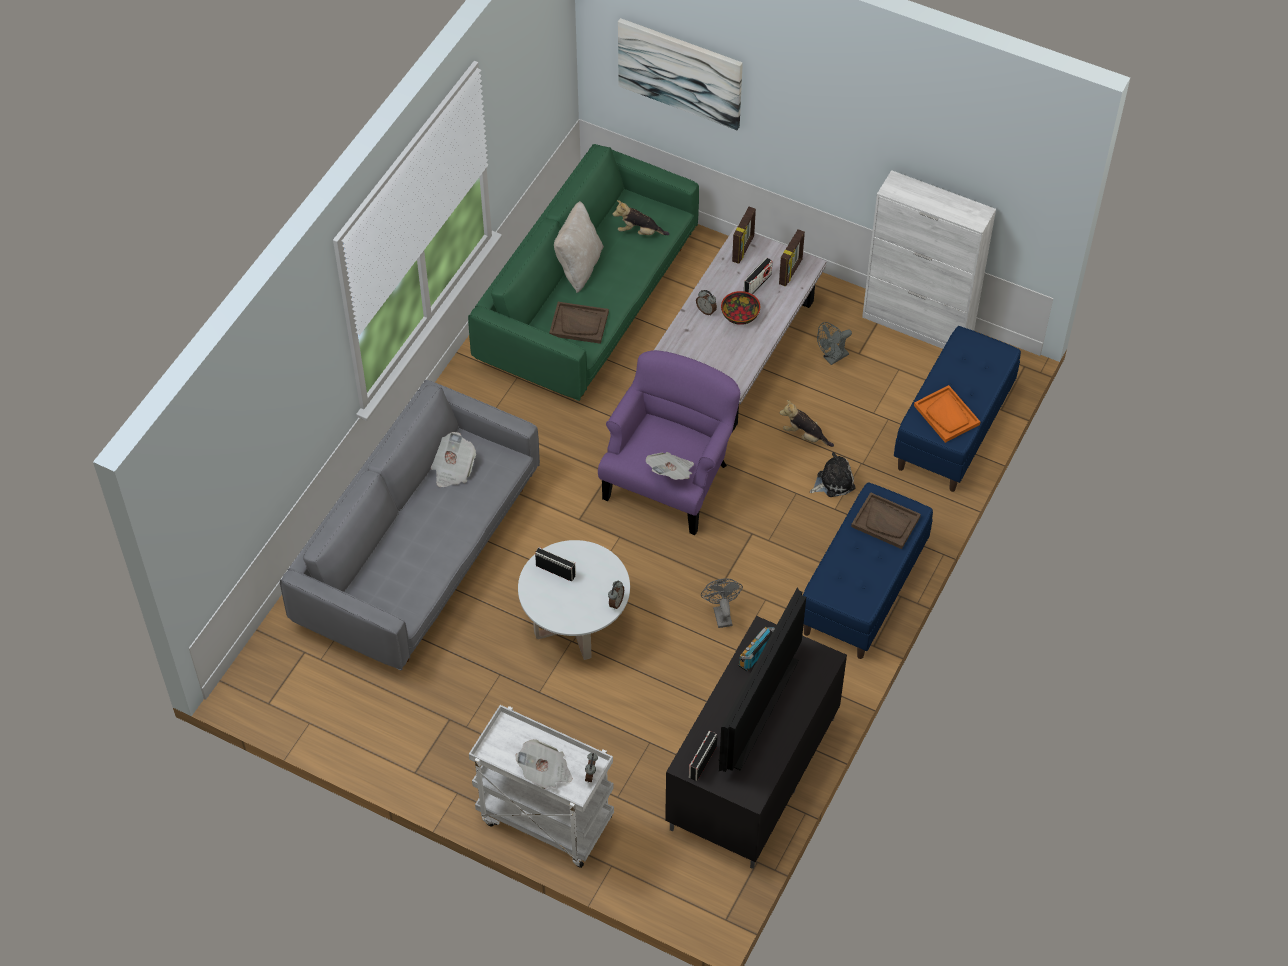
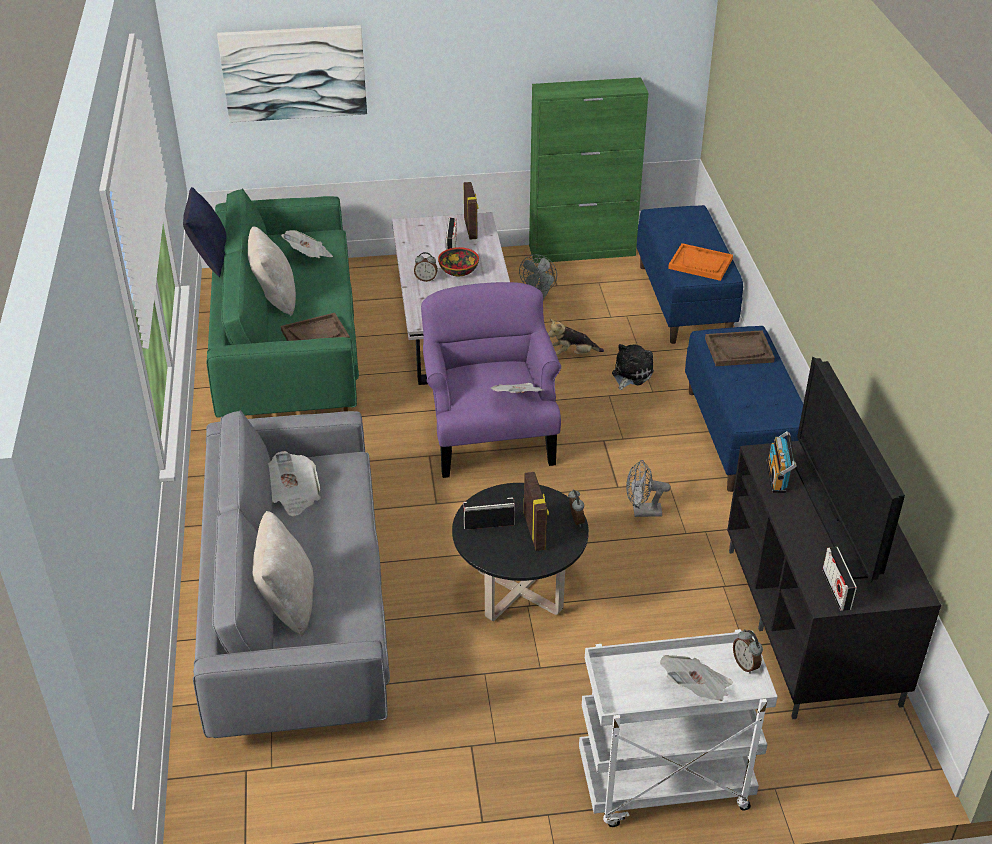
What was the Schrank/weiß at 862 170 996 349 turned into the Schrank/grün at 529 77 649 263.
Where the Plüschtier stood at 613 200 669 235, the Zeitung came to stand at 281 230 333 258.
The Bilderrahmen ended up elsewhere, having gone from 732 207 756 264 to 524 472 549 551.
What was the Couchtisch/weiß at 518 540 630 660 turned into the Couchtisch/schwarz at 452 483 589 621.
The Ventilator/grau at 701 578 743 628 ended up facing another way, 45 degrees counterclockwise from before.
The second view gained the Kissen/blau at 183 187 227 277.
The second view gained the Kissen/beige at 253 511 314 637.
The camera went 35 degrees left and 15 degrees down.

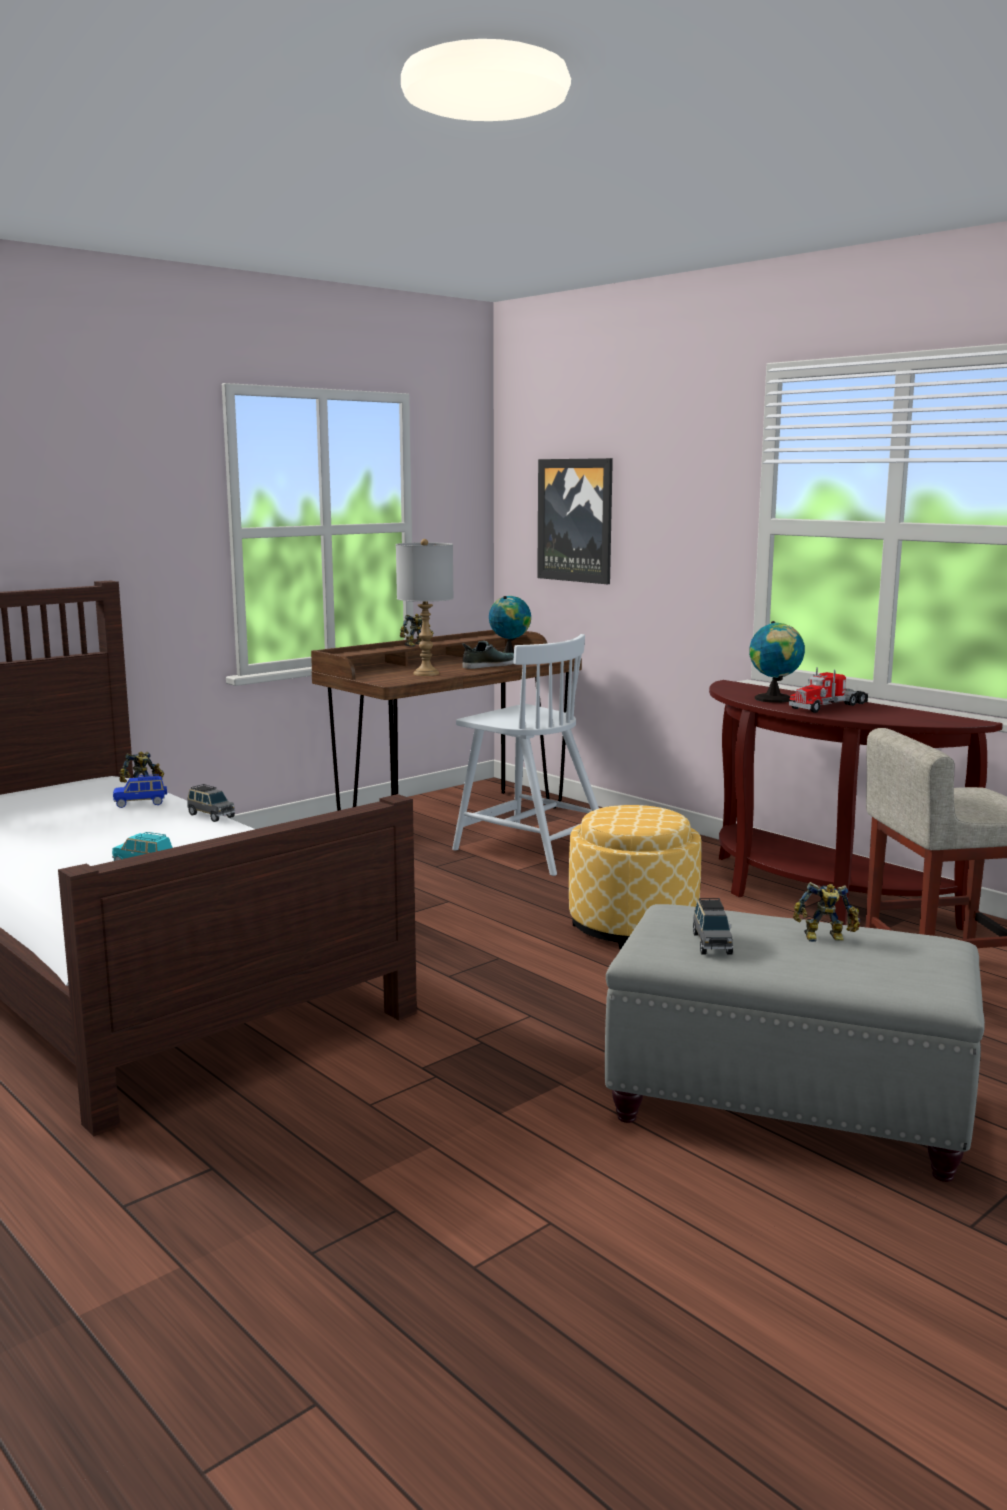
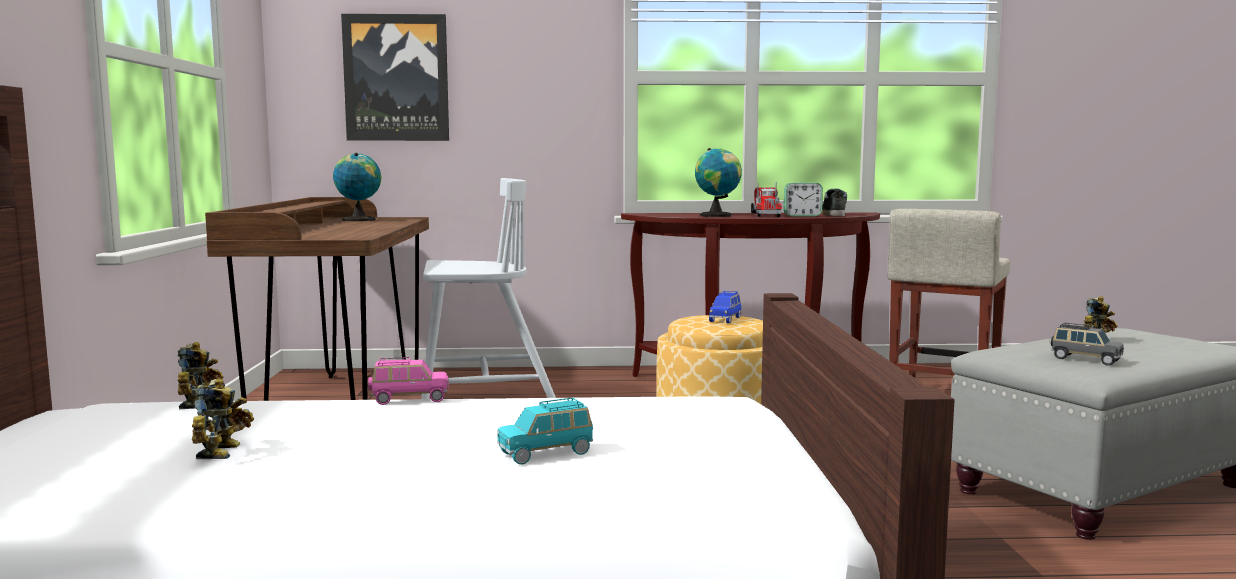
The second view lost the Tischlampe/grau at 396 539 454 676.
The Spielzeugroboter ended up elsewhere, having gone from 400 614 434 647 to 192 378 254 459.
The Schuh ended up elsewhere, having gone from 462 641 514 669 to 821 188 847 216.
The Spielzeugauto/blau ended up elsewhere, having gone from 113 774 167 808 to 709 291 741 323.
What was the Spielzeugauto/grau at 187 784 235 822 turned into the Spielzeugauto/rosa at 368 357 448 405.
The second view gained the Wecker at 784 182 823 217.
The camera went 50 degrees left and 5 degrees down.

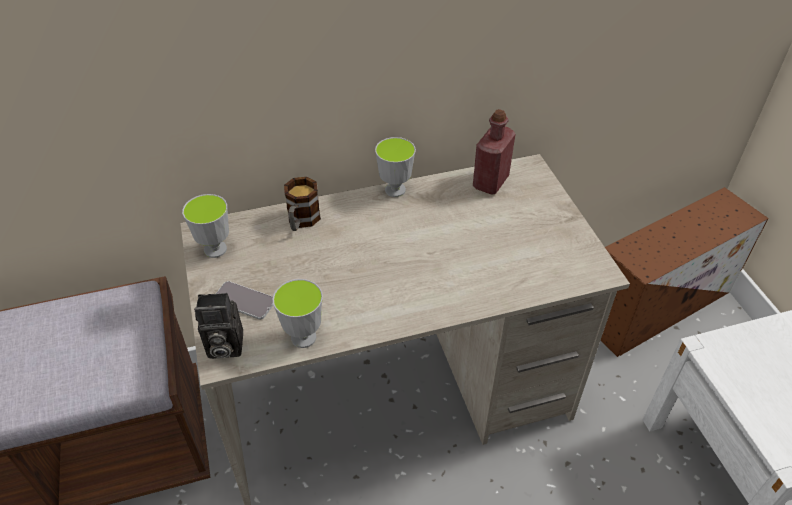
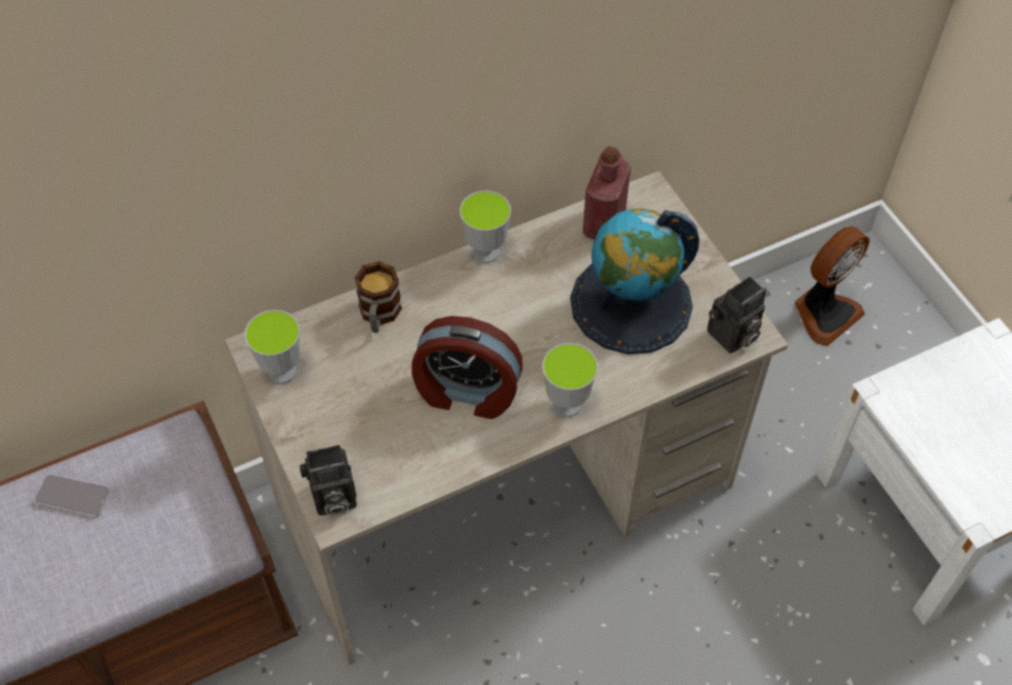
Where the Aufbewahrungsbox/braun stood at 601 187 768 357, the Ventilator came to stand at 795 226 869 346.
The Tasse ended up elsewhere, having gone from 273 279 323 348 to 542 343 598 417.
The Handy ended up elsewhere, having gone from 216 281 273 320 to 34 474 110 517.
The second view gained the Globus at 570 208 699 354.
The second view gained the Kamera at 707 276 767 354.
The second view gained the Wecker at 412 316 523 419.
The camera went 10 degrees left and 10 degrees up.

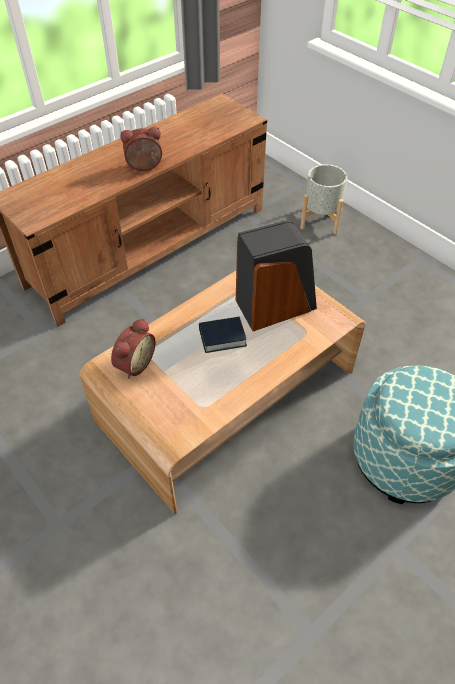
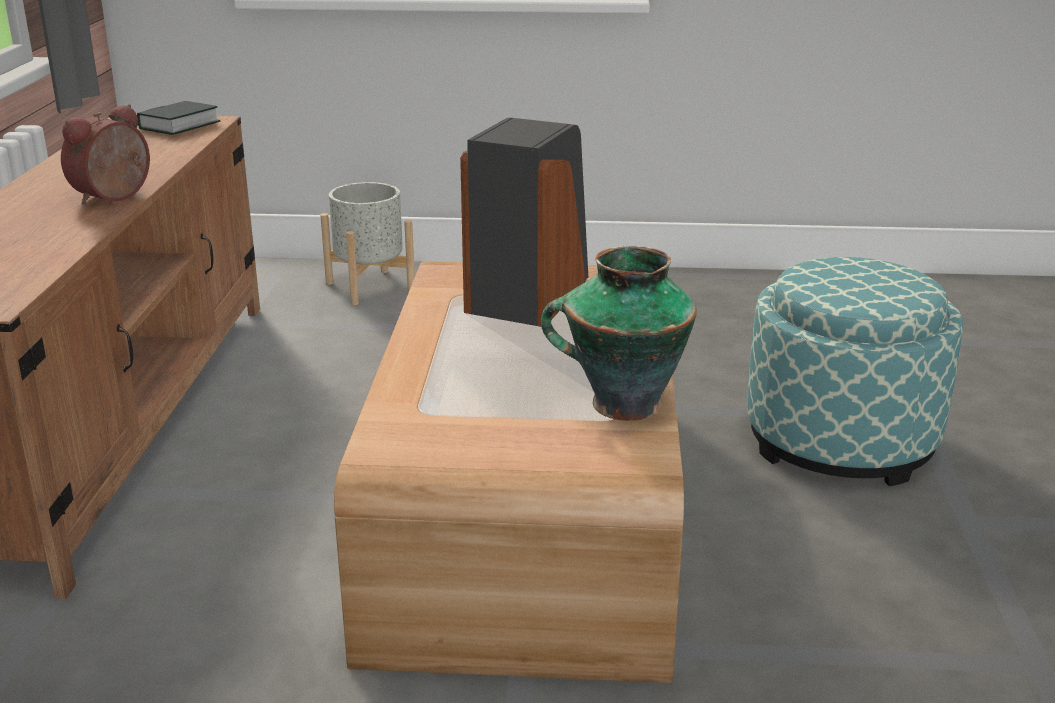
The Buch ended up elsewhere, having gone from 199 317 247 353 to 137 101 221 135.
The second view lost the Wecker at 111 318 155 379.
The second view gained the Vase at 541 246 697 421.
The camera went 45 degrees left and 25 degrees down.

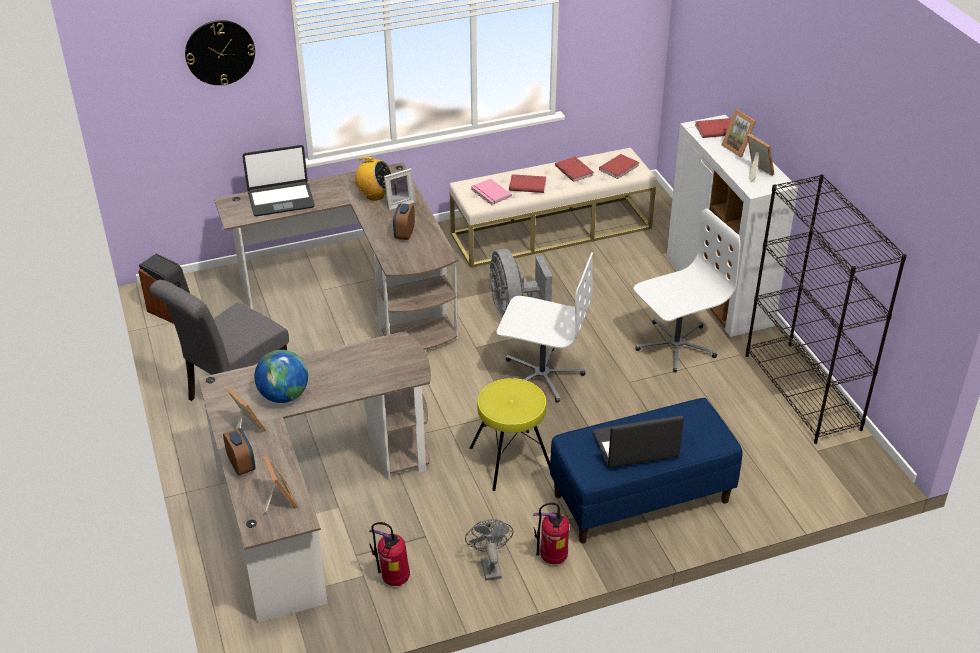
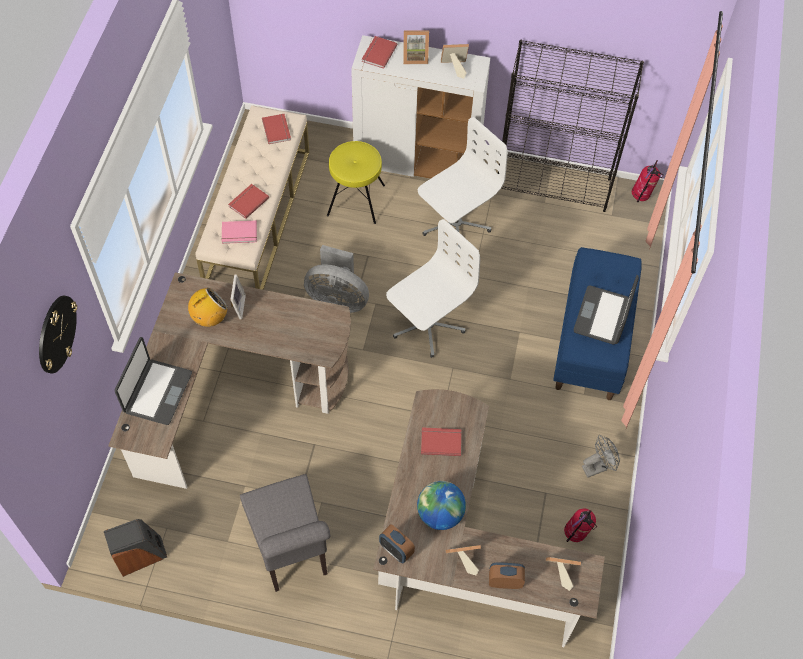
The Buch/rot ended up elsewhere, having gone from 555 157 594 182 to 421 427 462 456.
The Wecker ended up elsewhere, having gone from 393 203 415 240 to 379 524 415 563.
The Bürostuhl/weiß at 634 208 740 373 ended up facing another way, 45 degrees clockwise from before.
The Hocker/gelb ended up elsewhere, having gone from 470 378 550 491 to 327 141 385 224.
The Feuerlöscher ended up elsewhere, having gone from 533 502 569 564 to 632 160 663 202.
The Ventilator/grau at 465 519 513 580 ended up facing another way, 135 degrees clockwise from before.
The camera went 60 degrees left and 20 degrees up.

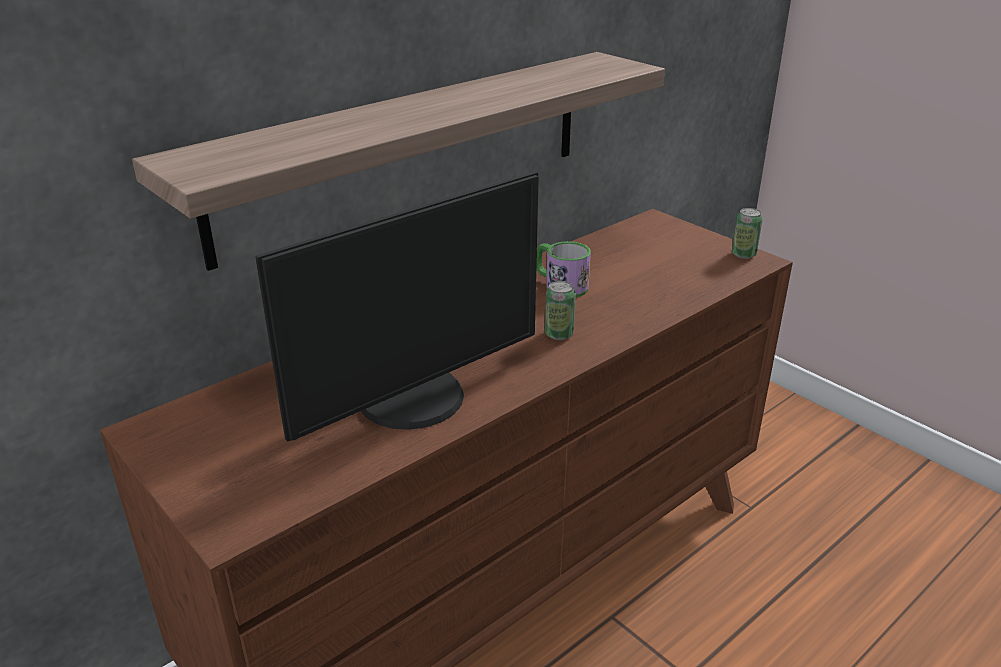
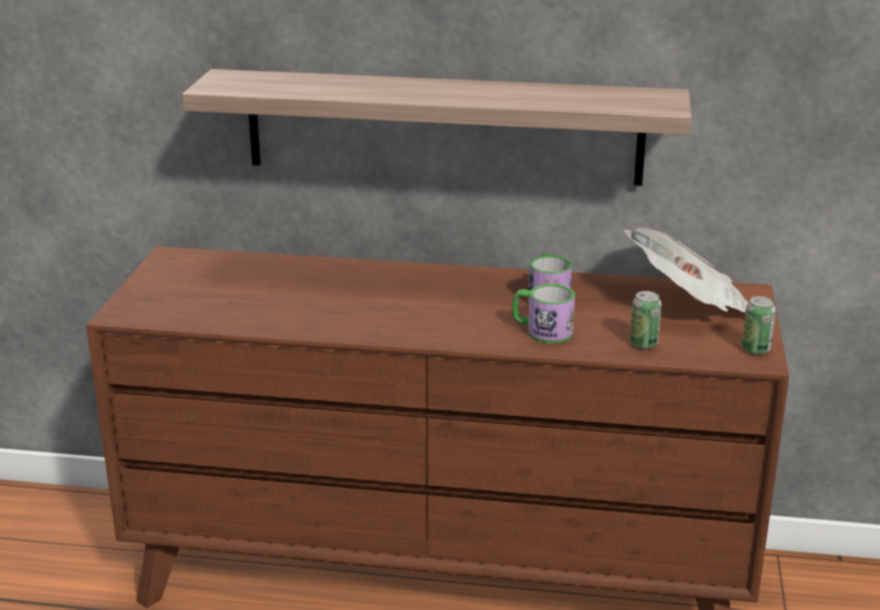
The second view lost the Monitor at 255 172 539 442.
The Dose ended up elsewhere, having gone from 545 281 576 340 to 630 291 662 349.
The second view gained the Zeitung at 624 228 749 313.
The second view gained the Henkelbecher at 512 284 575 343.
The camera went 50 degrees right and 5 degrees down.

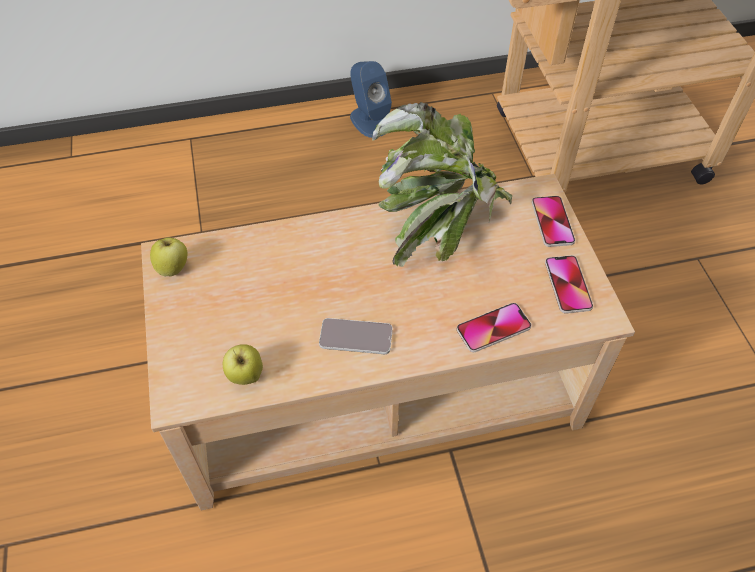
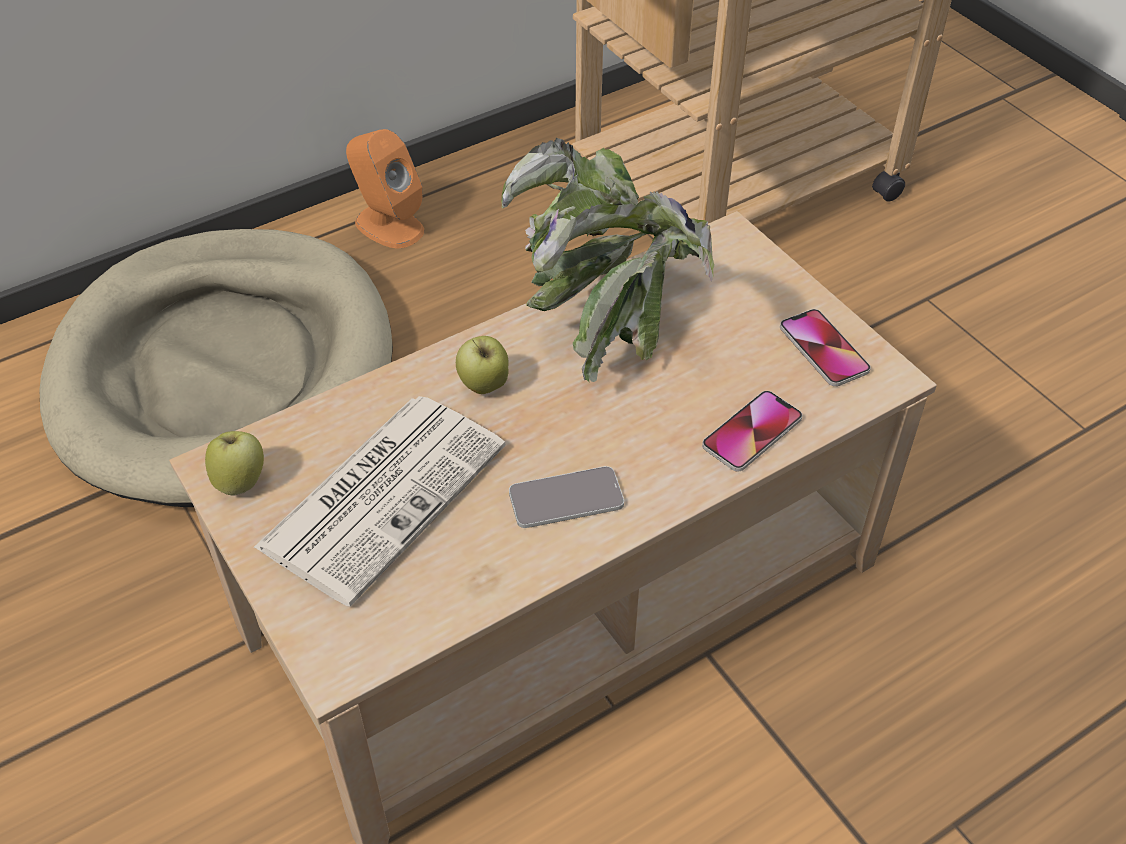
What was the Lautsprecher/blau at 350 61 392 138 turned into the Lautsprecher/orange at 346 129 424 248.
The second view lost the Handy at 532 196 575 247.
The Apfel ended up elsewhere, having gone from 223 344 263 385 to 456 336 509 394.
The second view gained the Hundebett/beige at 40 229 393 507.
The second view gained the Zeitung at 253 396 506 606.
The camera went 20 degrees left and 5 degrees down.

